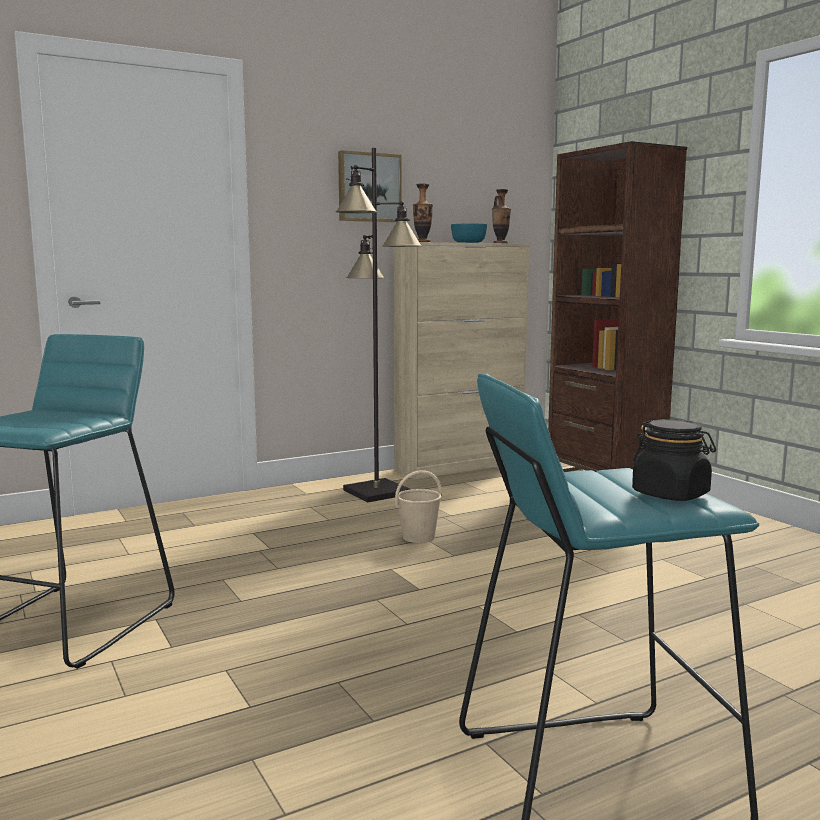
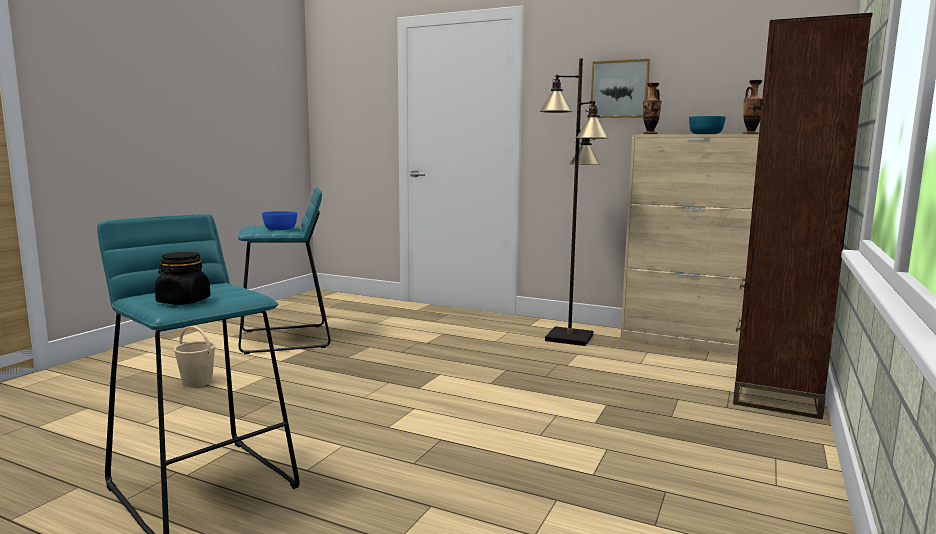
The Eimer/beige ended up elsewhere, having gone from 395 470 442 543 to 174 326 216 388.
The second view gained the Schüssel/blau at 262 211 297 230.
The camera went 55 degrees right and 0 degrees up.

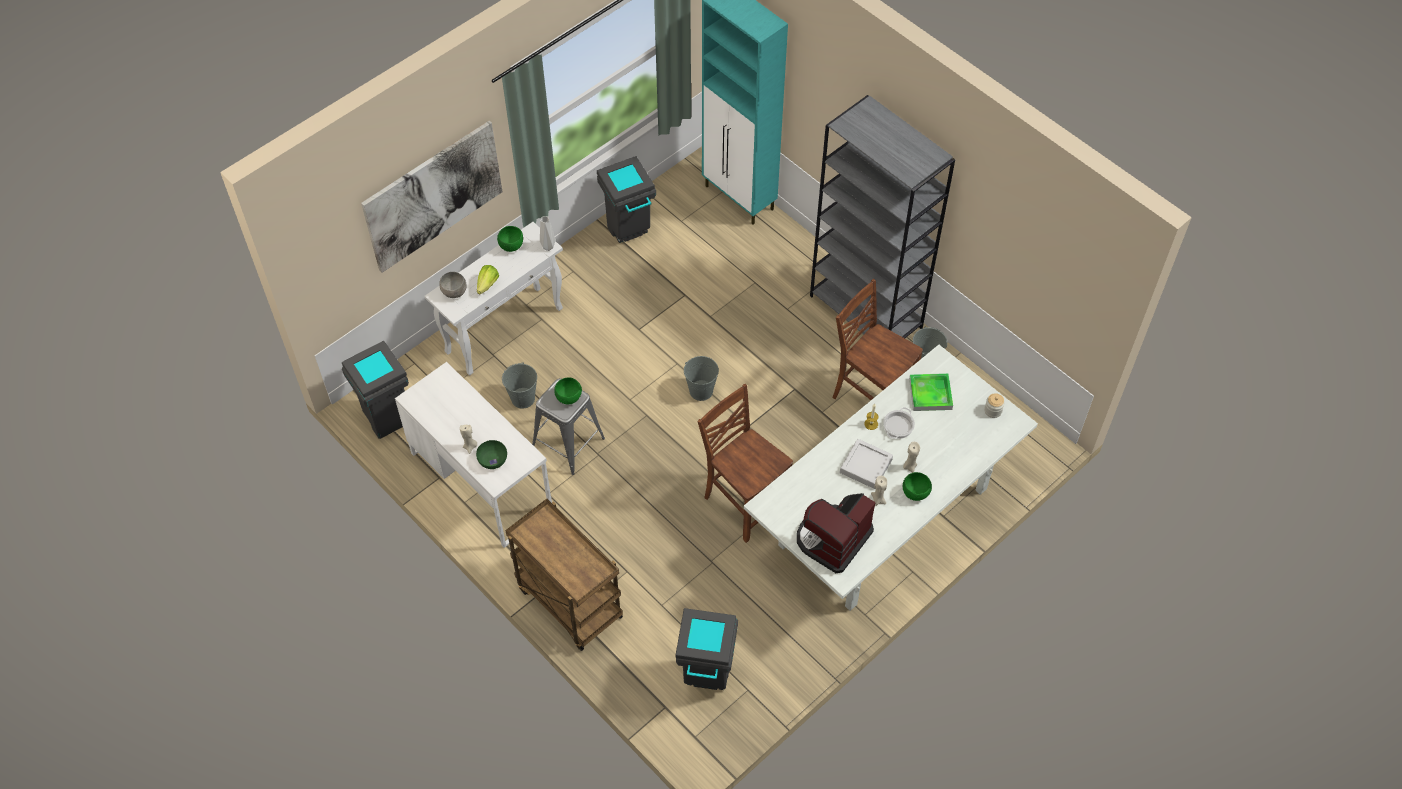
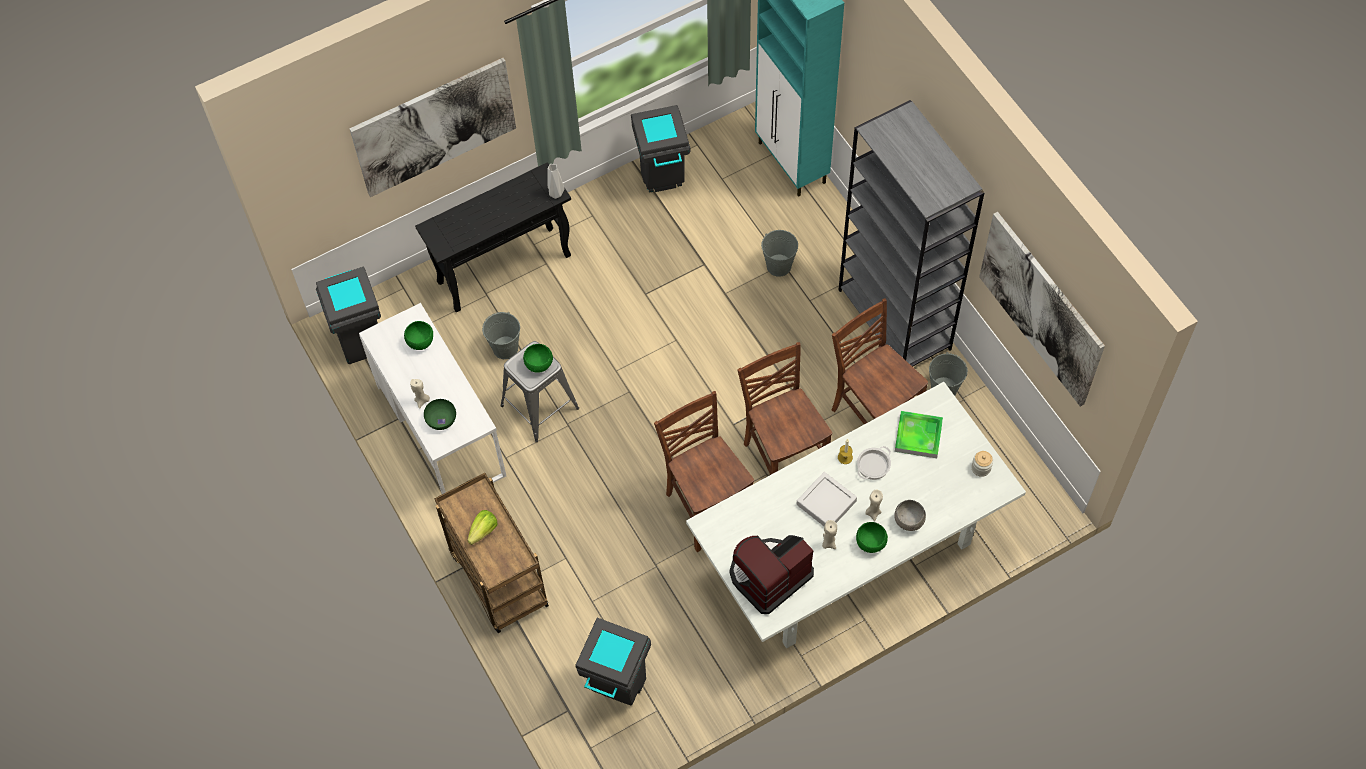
What was the Konsolentisch/weiß at 425 222 563 376 turned into the Konsolentisch/schwarz at 415 162 571 312.
The Schüssel/grün ended up elsewhere, having gone from 497 226 523 252 to 404 321 433 350.
The Salatkopf ended up elsewhere, having gone from 477 265 499 294 to 467 510 497 545.
The Schüssel/grau ended up elsewhere, having gone from 439 272 467 298 to 894 500 926 531.
The Eimer/grau ended up elsewhere, having gone from 684 356 719 401 to 761 230 798 277.
The second view gained the Bild at 979 212 1105 407.
The second view gained the Stuhl/braun at 738 342 832 475.
The camera went 15 degrees right and 5 degrees up.

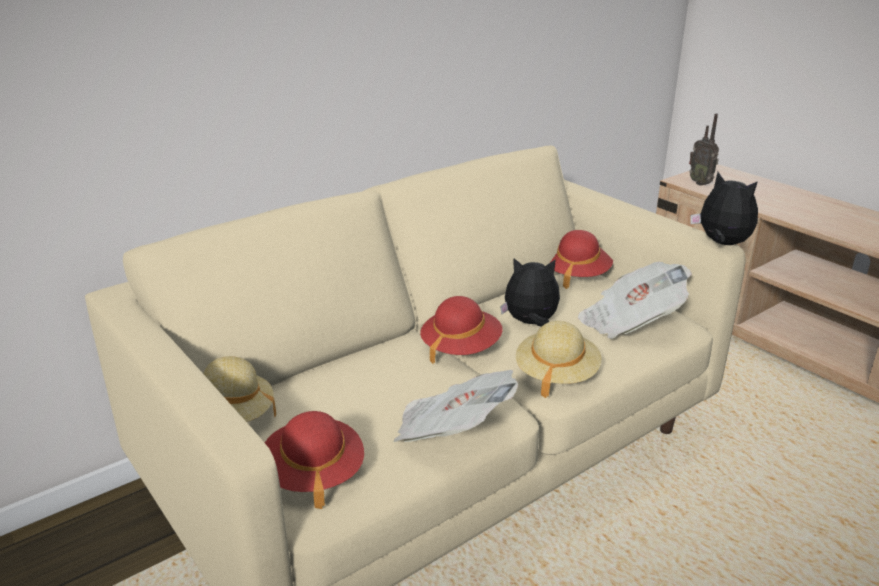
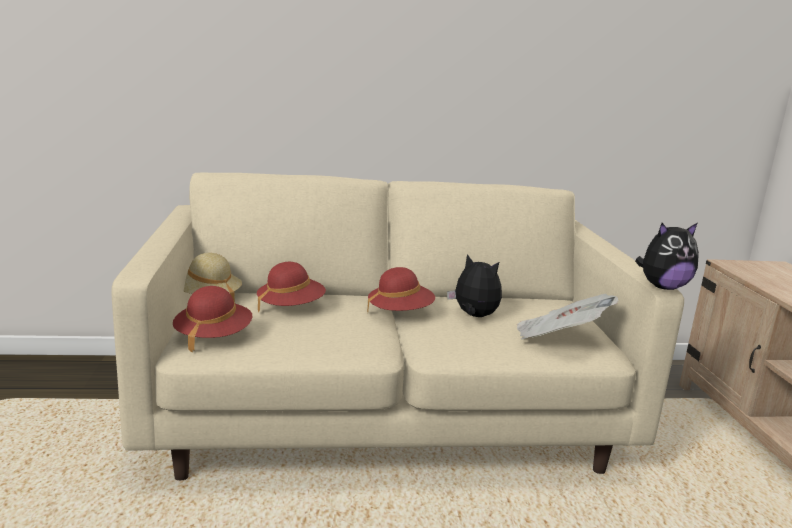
The second view lost the Radio at 689 113 719 186.
The Plüschtier at 690 172 758 245 ended up facing another way, 90 degrees clockwise from before.
The Hut/rot ended up elsewhere, having gone from 550 230 613 289 to 257 262 326 312.
The second view lost the Hut/beige at 516 321 601 398.
The second view lost the Zeitung at 394 370 518 442.
The camera went 30 degrees right and 10 degrees down.

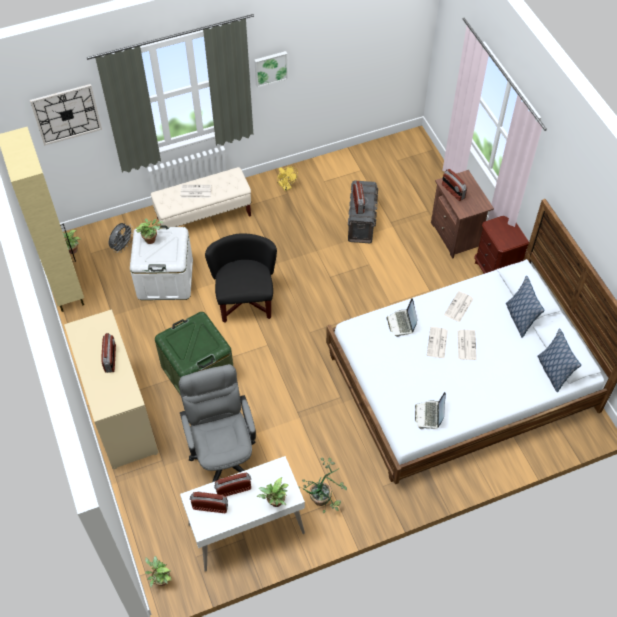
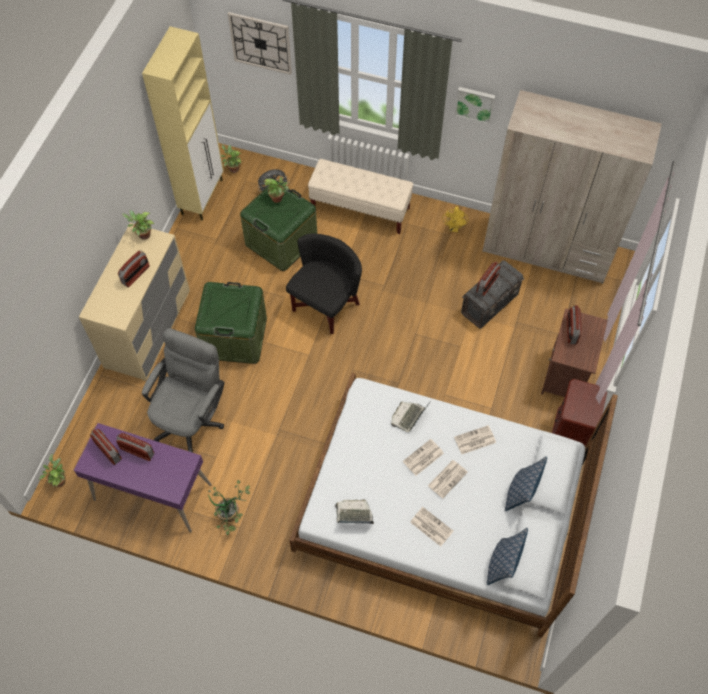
The Zeitung ended up elsewhere, having gone from 180 185 211 198 to 410 507 453 547.
What was the Aufbewahrungsbox/weiß at 130 226 193 300 turned into the Aufbewahrungsbox/grün at 240 181 317 271.
The Laptop at 415 392 446 429 ended up facing another way, 45 degrees clockwise from before.
What was the Schreibtisch/weiß at 180 456 305 572 turned into the Schreibtisch/lila at 74 423 212 533.
The Topfpflanze ended up elsewhere, having gone from 257 477 289 507 to 122 210 154 240.
The second view gained the Kleiderschrank/beige at 482 90 662 284.
The camera went 40 degrees right and 5 degrees up.

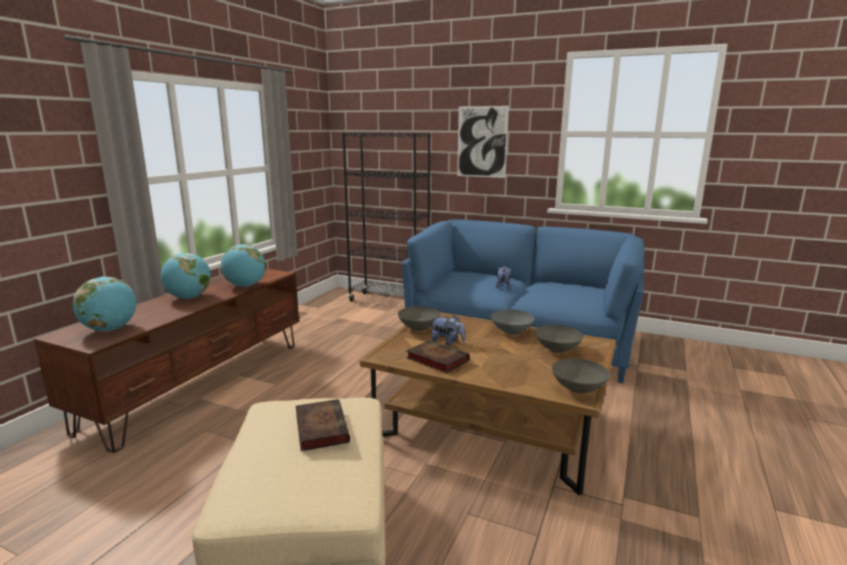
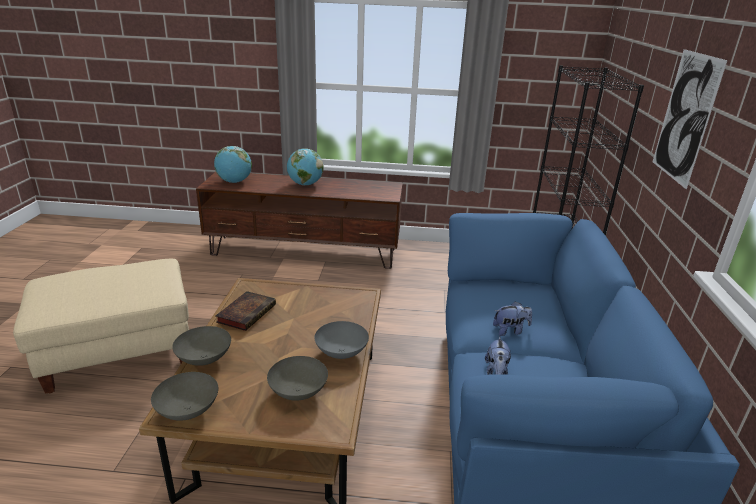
The second view lost the Globus at 221 244 266 287.
The Schüssel/grau ended up elsewhere, having gone from 398 306 440 331 to 172 326 231 366.
The Plüschtier ended up elsewhere, having gone from 431 315 465 346 to 485 336 511 375.
The second view lost the Buch at 296 399 350 451.
The camera went 70 degrees right and 10 degrees up.

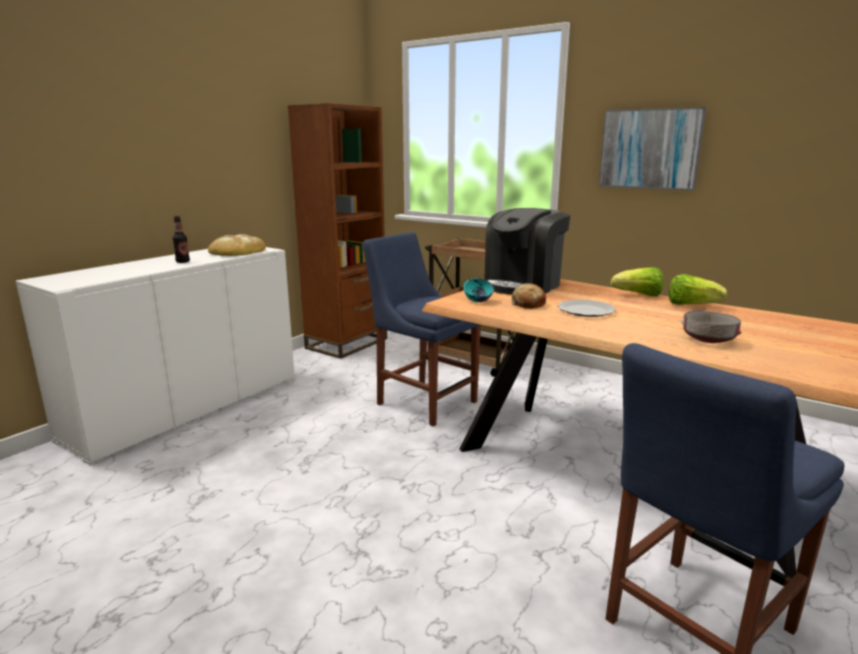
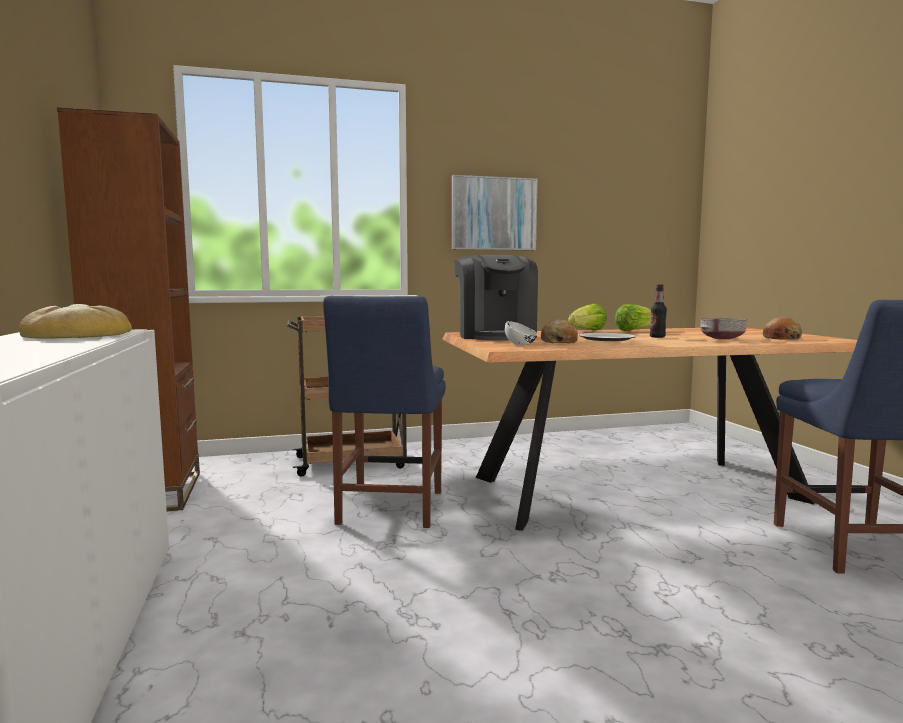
The Flasche ended up elsewhere, having gone from 173 216 190 263 to 650 284 667 338.
The Stuhl/blau at 363 232 481 427 ended up facing another way, 75 degrees counterclockwise from before.
What was the Schüssel/türkis at 464 278 494 302 turned into the Schüssel/weiß at 505 321 538 346.
The second view gained the Brot at 763 317 802 340.
The camera went 50 degrees left and 10 degrees down.

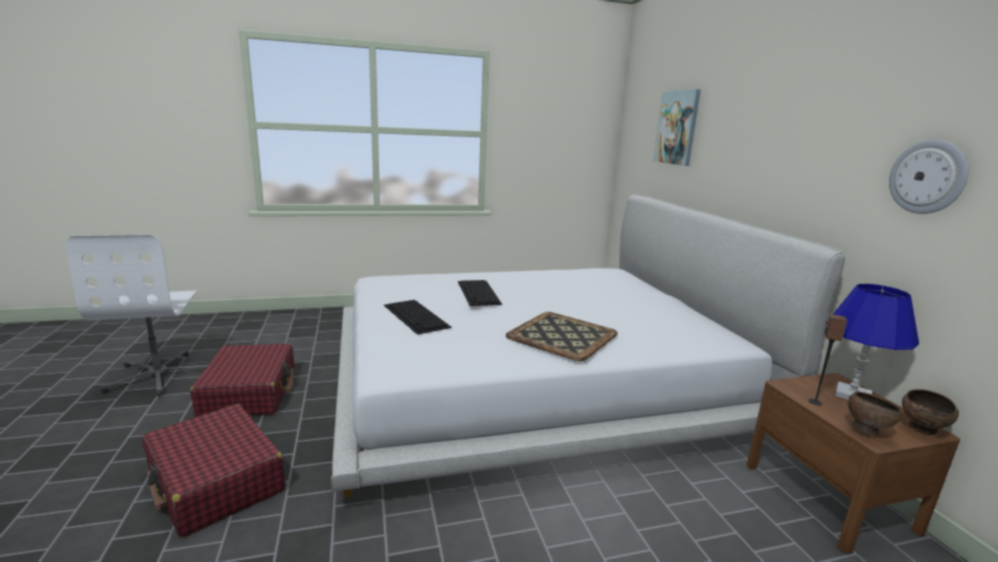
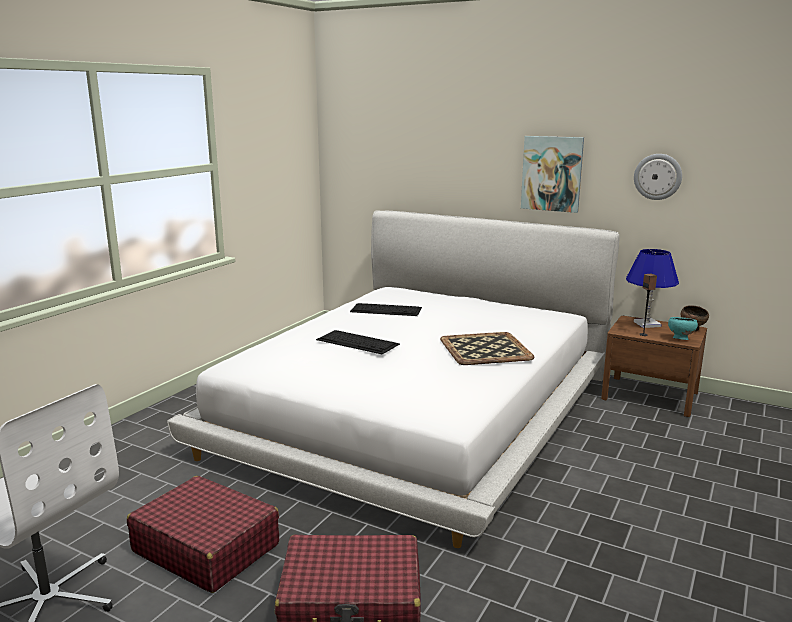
The Bild ended up elsewhere, having gone from 653 89 701 166 to 521 136 584 213.
The Tastatur ended up elsewhere, having gone from 384 300 452 335 to 350 303 422 316.
What was the Schüssel/braun at 848 391 902 436 turned into the Schüssel/türkis at 668 317 698 340.
The camera went 45 degrees left and 0 degrees up.

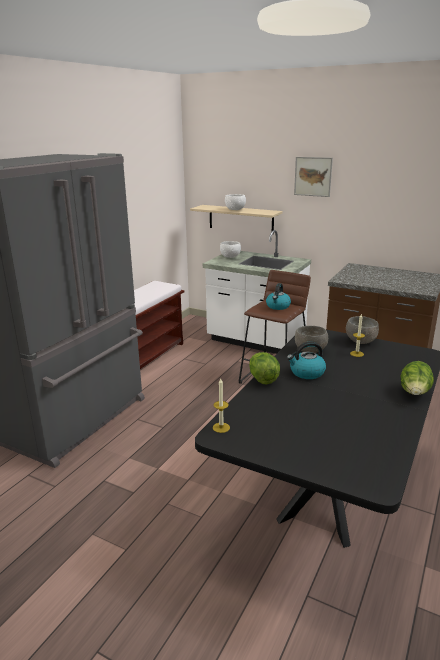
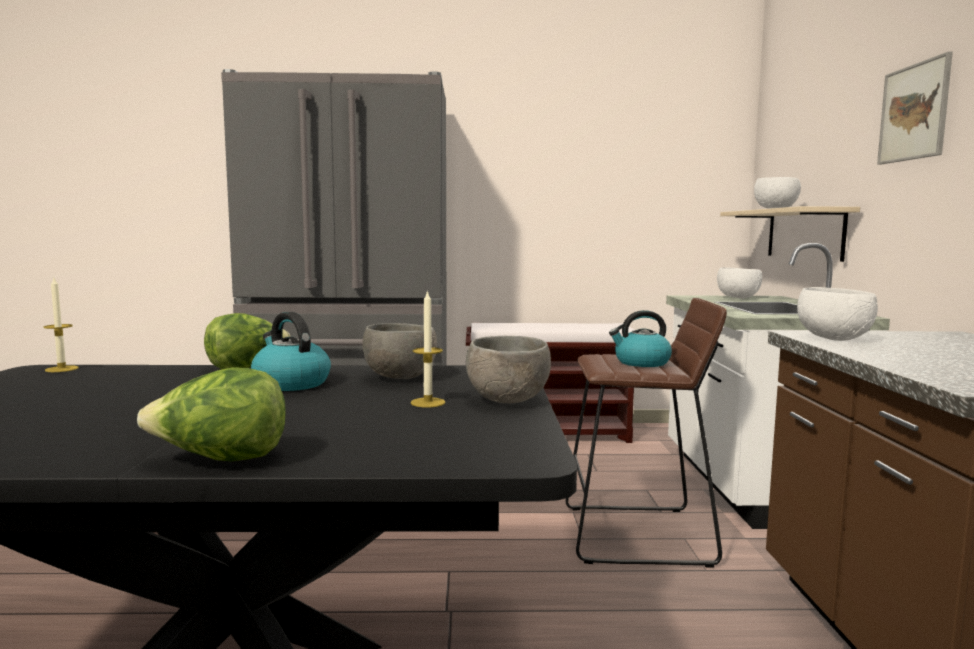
The second view gained the Schüssel/weiß at 797 287 878 341.
The camera went 60 degrees right and 15 degrees down.

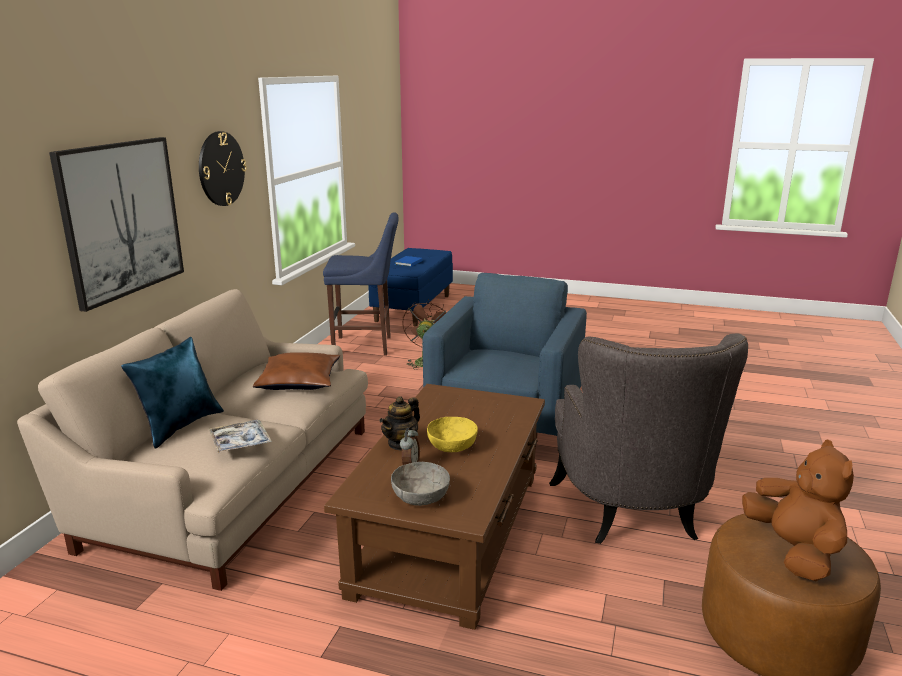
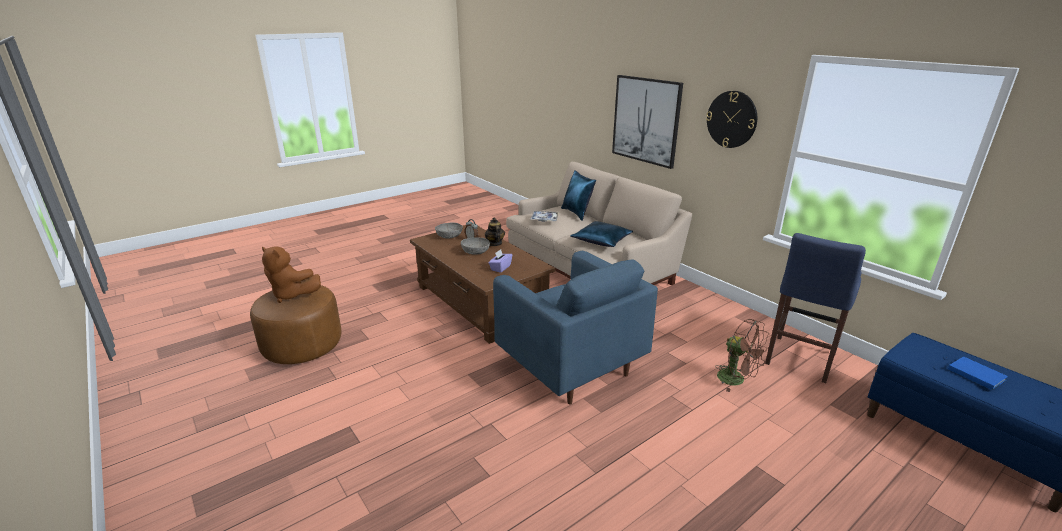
The second view lost the Sessel/grau at 549 333 748 544.
What was the Kissen/braun at 253 352 340 390 turned into the Kissen/blau at 570 221 633 247.
What was the Schüssel/gelb at 427 417 478 452 turned into the Schüssel/grau at 461 237 490 255.
The second view gained the Taschentuchbox/lila at 489 249 512 273.
The camera went 125 degrees right and 5 degrees up.

